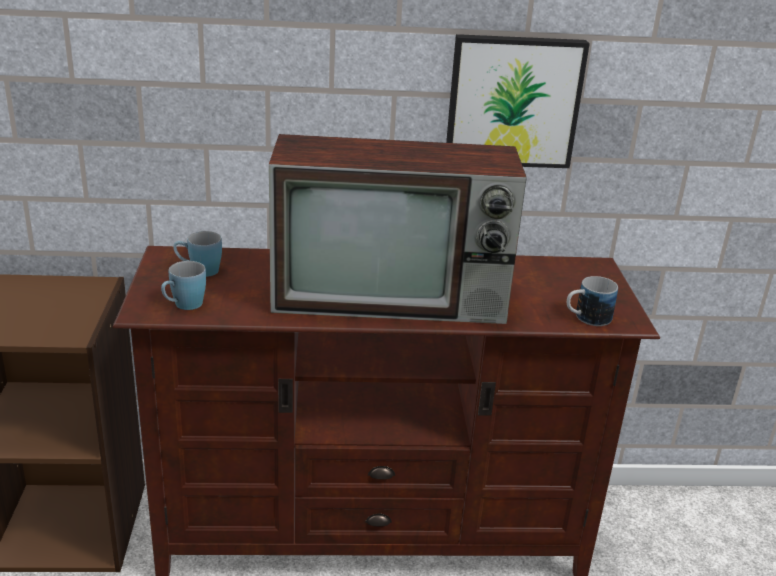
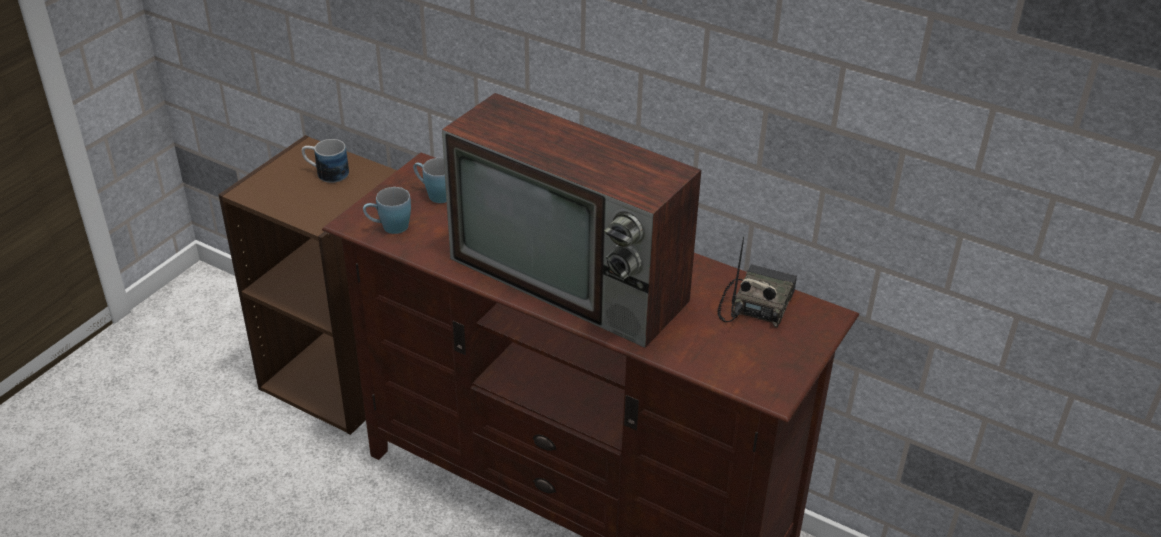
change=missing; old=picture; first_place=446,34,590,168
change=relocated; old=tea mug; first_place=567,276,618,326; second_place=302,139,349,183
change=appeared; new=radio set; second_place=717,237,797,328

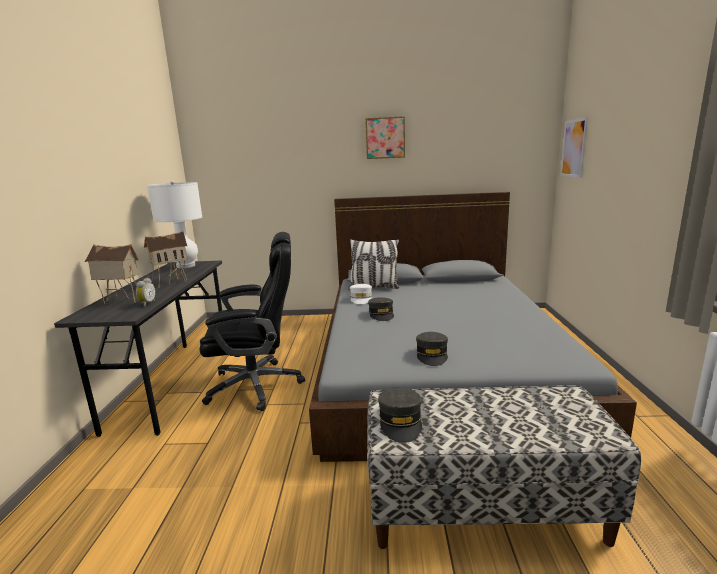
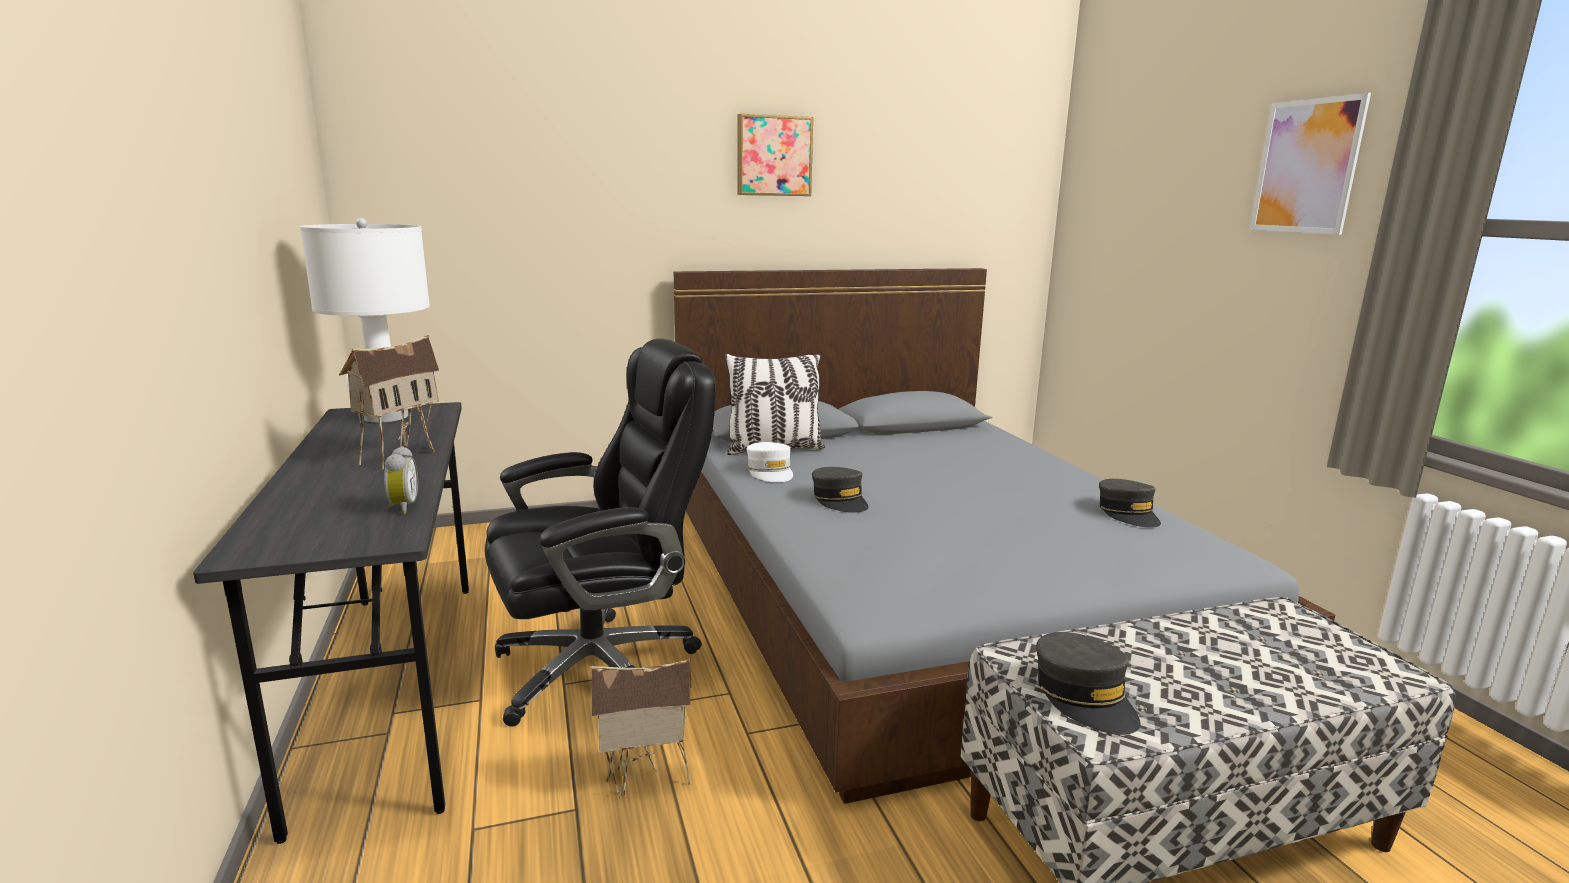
change=relocated; old=picture; first_place=560,117,588,178; second_place=1250,93,1371,235
change=relocated; old=model house; first_place=85,244,139,304; second_place=591,659,692,798
change=relocated; old=cap/grey; first_place=416,332,448,366; second_place=1099,479,1161,527

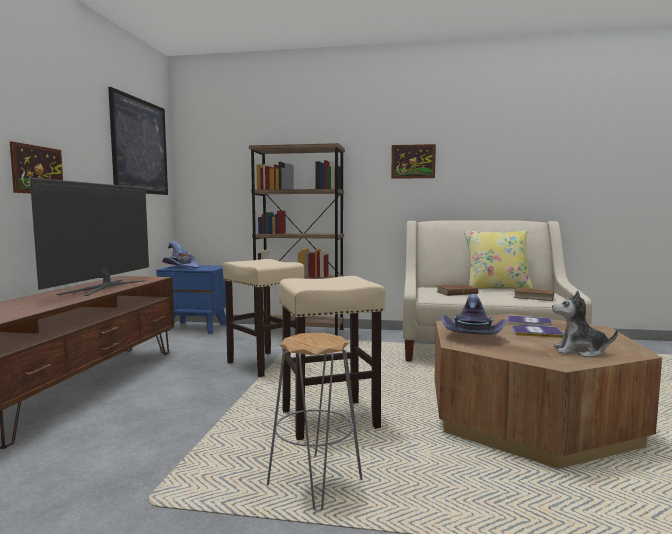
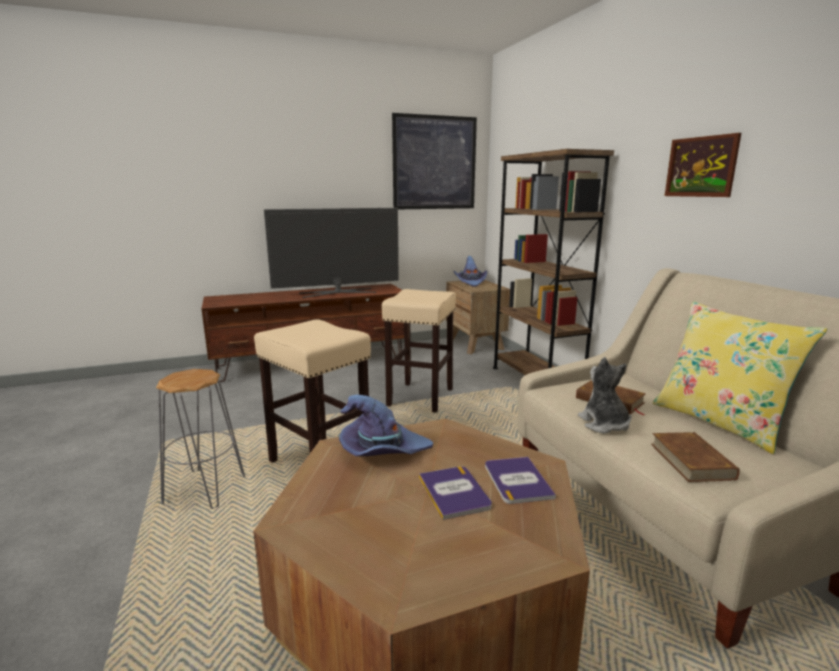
change=missing; old=picture; first_place=10,141,63,193
change=colour; old=night table/blue-coloured; new=night table/brown-coloured; first_place=156,265,226,334; second_place=446,280,510,354
change=relocated; old=cuddly toy; first_place=552,291,618,357; second_place=578,357,632,433

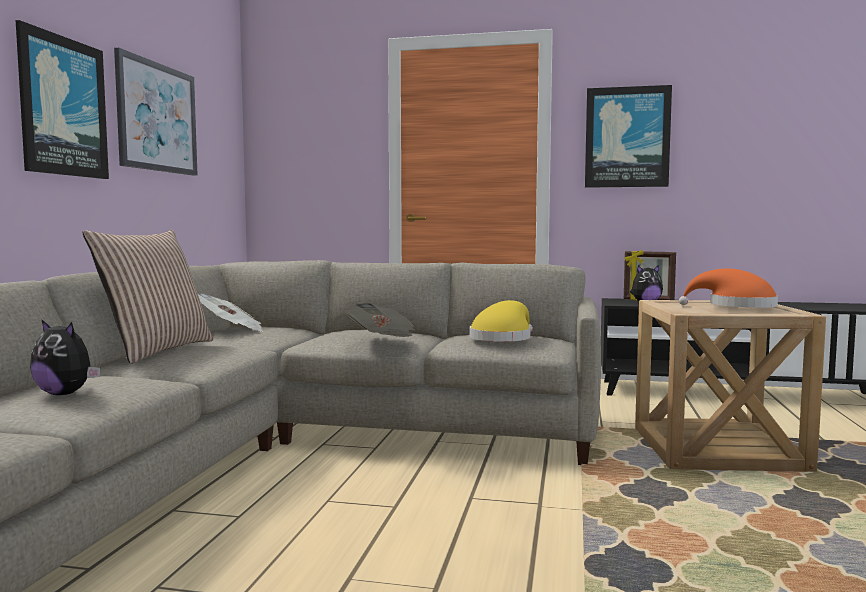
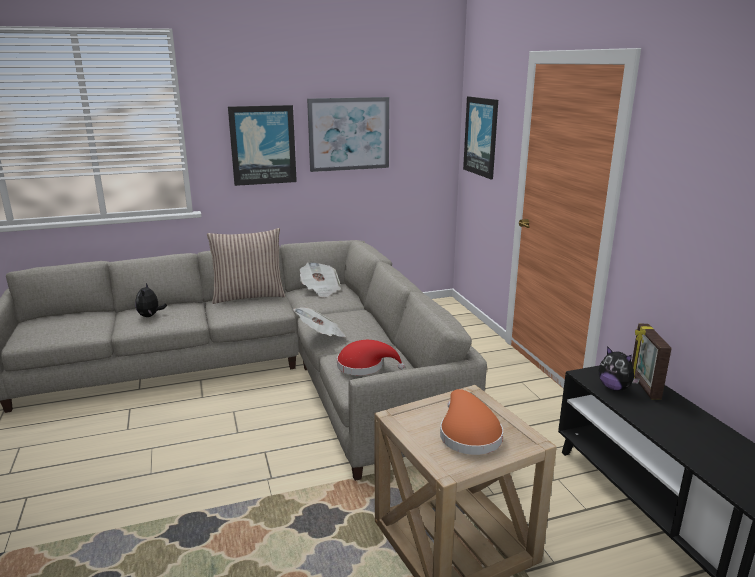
change=relocated; old=picture; first_place=585,85,672,188; second_place=463,96,498,179
change=colour; old=wearable hat/yellow-coloured; new=wearable hat/reddish; first_place=470,300,533,342; second_place=337,340,405,375

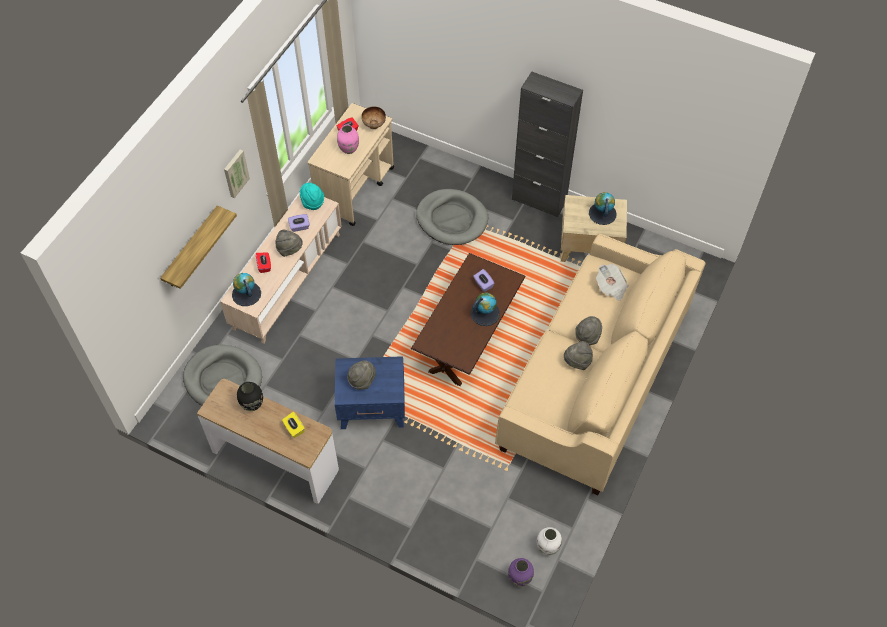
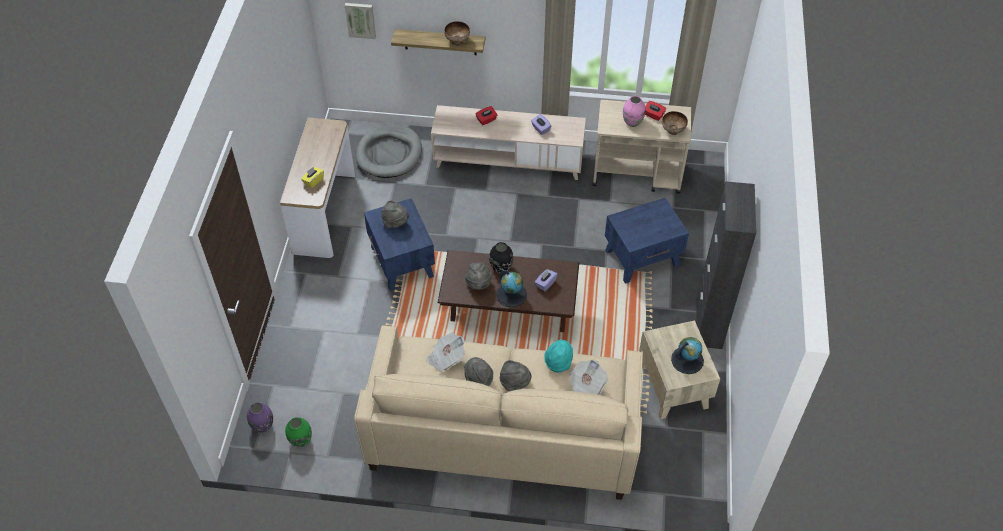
change=relocated; old=picture; first_place=224,150,250,198; second_place=345,3,376,39
change=relocated; old=wearable hat/turquoise-coloured; first_place=300,183,324,210; second_place=544,340,573,372
change=exchanged; old=dog bed/grey; new=end table/blue-coloured; first_place=416,189,488,245; second_place=605,198,689,284
change=relocated; old=wearable hat/grey; first_place=276,230,303,257; second_place=465,262,492,290
change=missing; old=desk globe; first_place=232,273,261,306
change=relocated; old=vase/black; first_place=237,382,263,411; second_place=489,242,513,273
change=colour; old=vase/white; new=vase/green; first_place=537,527,562,555; second_place=285,417,312,447
change=appeared; new=bowl; second_place=444,21,470,45
change=appeared; new=daily paper; second_place=426,333,465,373

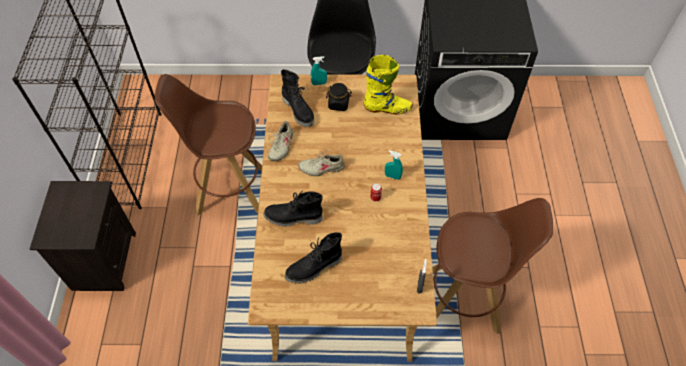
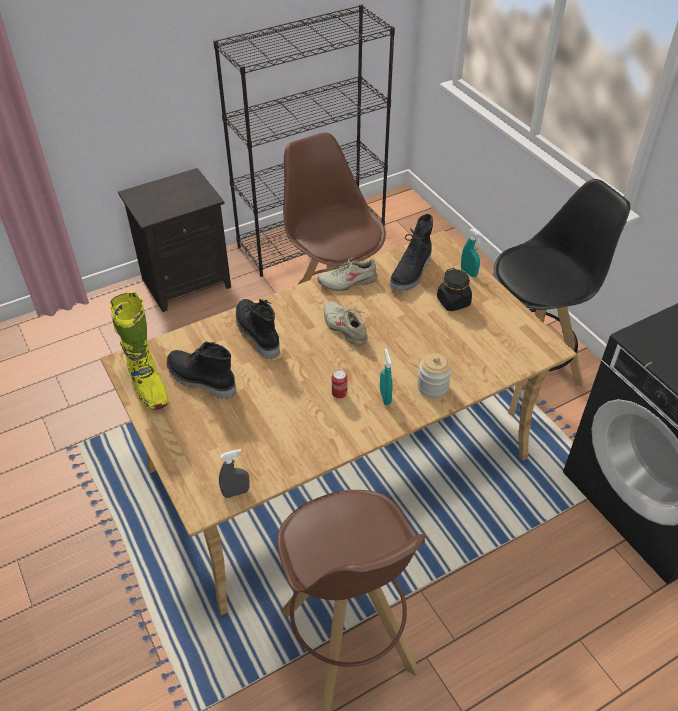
change=relocated; old=boot/yellow-coloured; first_place=363,55,413,115; second_place=110,292,168,410
change=appeared; new=storage jar; second_place=417,353,452,398

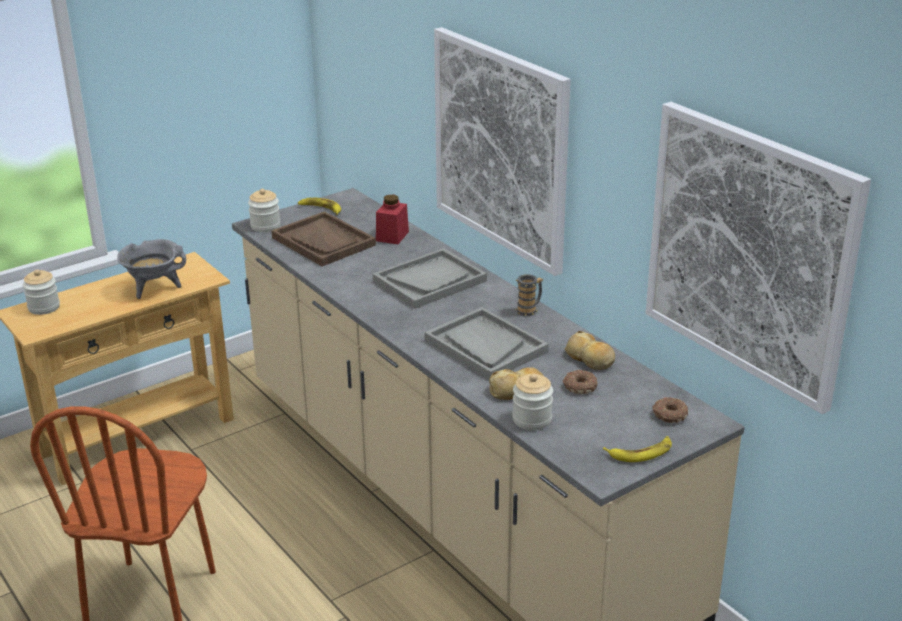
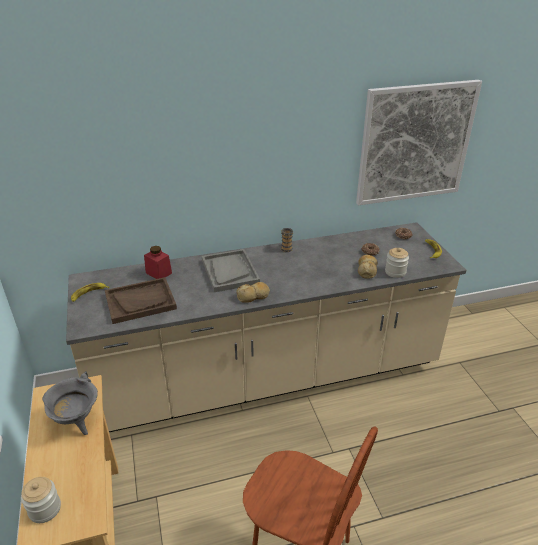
change=missing; old=picture; first_place=434,27,571,276
change=missing; old=storage jar; first_place=248,189,280,232
change=missing; old=tray/grey; first_place=425,307,549,379
change=relocated; old=bakery bread; first_place=565,331,615,370; second_place=236,282,270,303

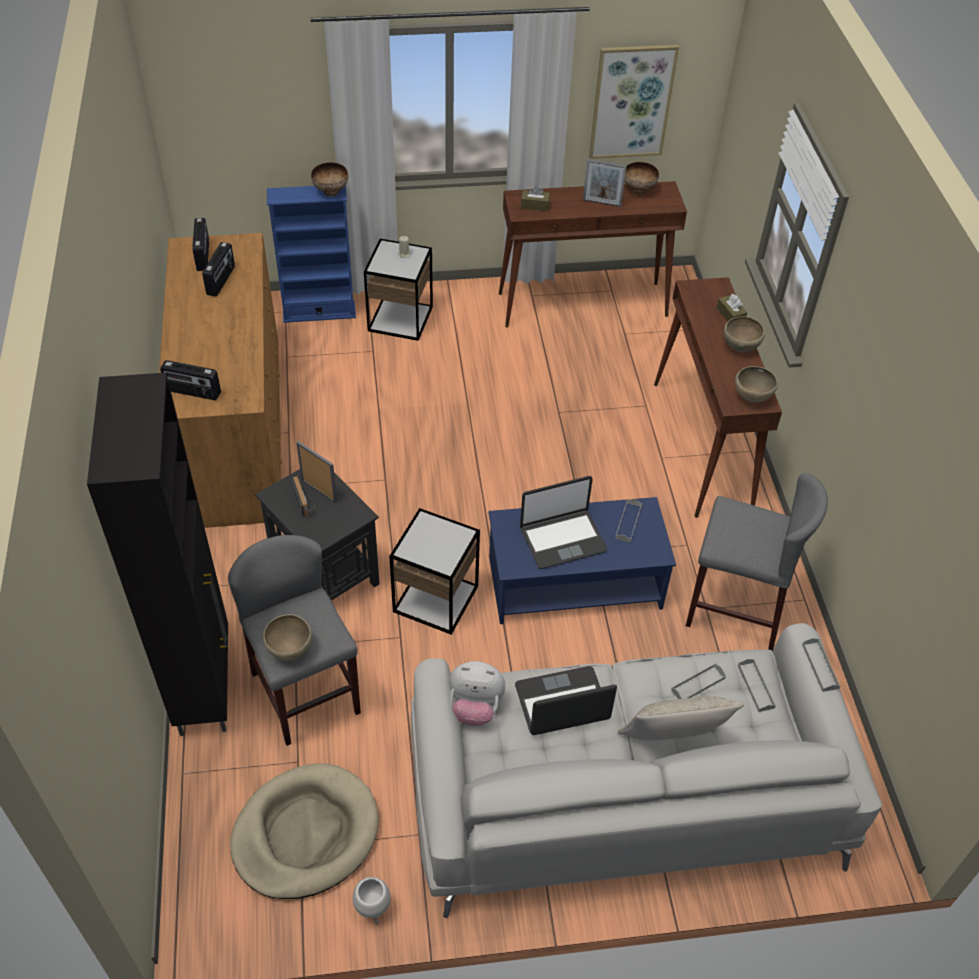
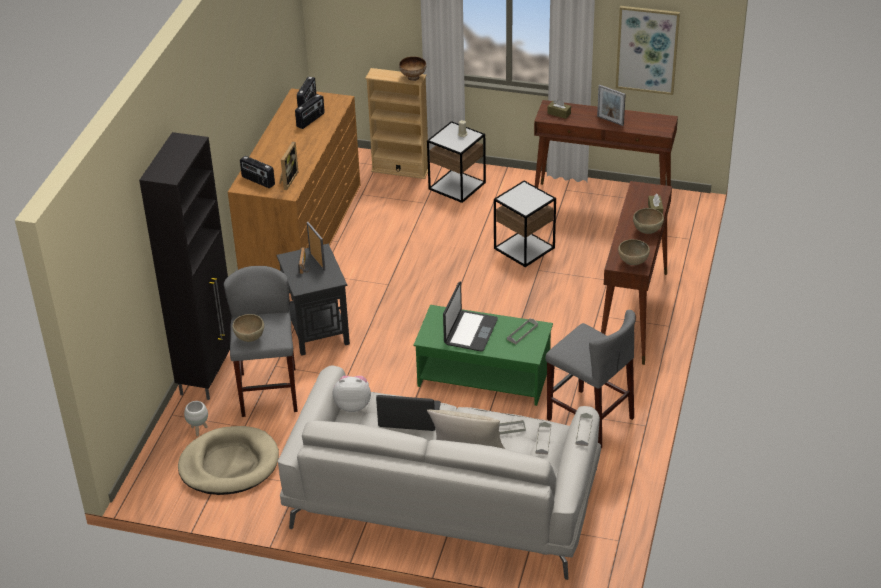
change=missing; old=bowl; first_place=625,162,659,195
change=colour; old=shelving unit/blue-coloured; new=shelving unit/sand-coloured; first_place=267,185,356,323; second_place=365,68,428,179
change=spun; old=laptop; first_place=520,476,607,569; second_place=443,281,498,352; degrees=-75
change=colour; old=lounge table/blue-coloured; new=lounge table/green; first_place=488,497,676,624; second_place=414,305,553,406
change=relocated; old=end table; first_place=389,508,480,635; second_place=494,181,556,267
change=spun; old=cuddly toy; first_place=449,661,505,726; second_place=332,376,371,412; degrees=150
change=relocated; old=planter/white; first_place=353,877,390,925; second_place=184,401,208,437
change=appeared; new=standing frame; second_place=279,142,298,190

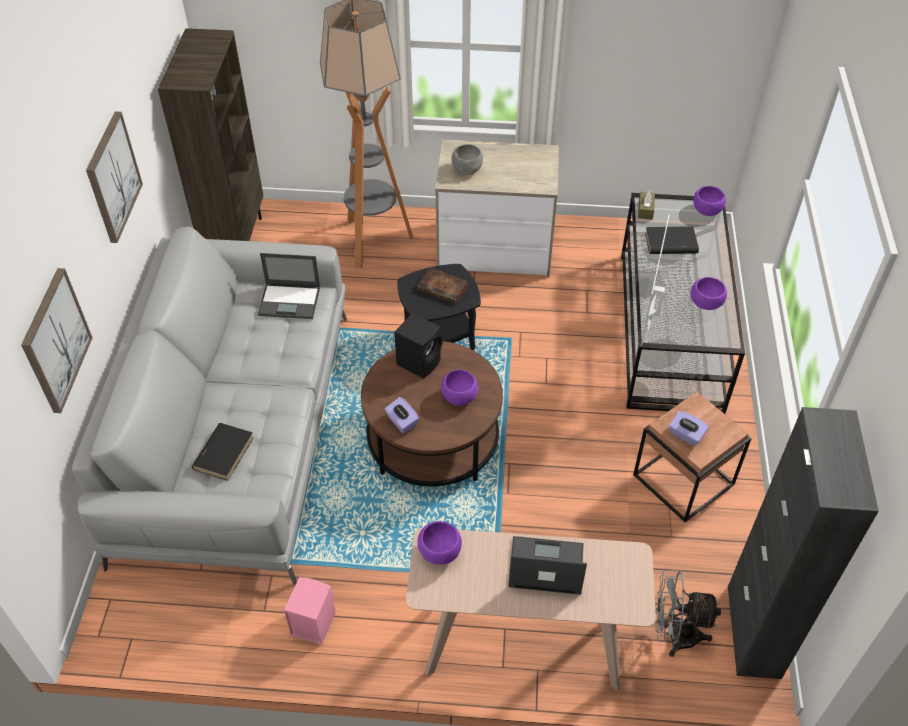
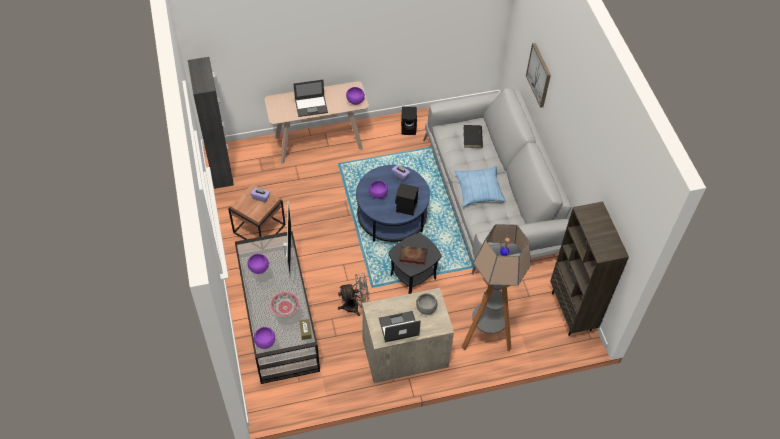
change=missing; old=picture; first_place=86,112,143,243
change=exchanged; old=bound book/black; new=bowl; first_place=645,226,699,254; second_place=270,292,299,317
change=relocated; old=laptop; first_place=258,253,320,319; second_place=379,311,421,342
change=colour; old=lounge table/brown-coloured; new=lounge table/blue-coloured; first_place=361,341,503,486; second_place=356,165,430,242
change=relocated; old=cooling fan/grey; first_place=655,570,721,657; second_place=338,273,370,316
change=colour; old=loudspeaker/pink; new=loudspeaker/black; first_place=284,577,336,645; second_place=401,107,417,135
change=appeared; new=throw pillow; second_place=455,166,506,207

